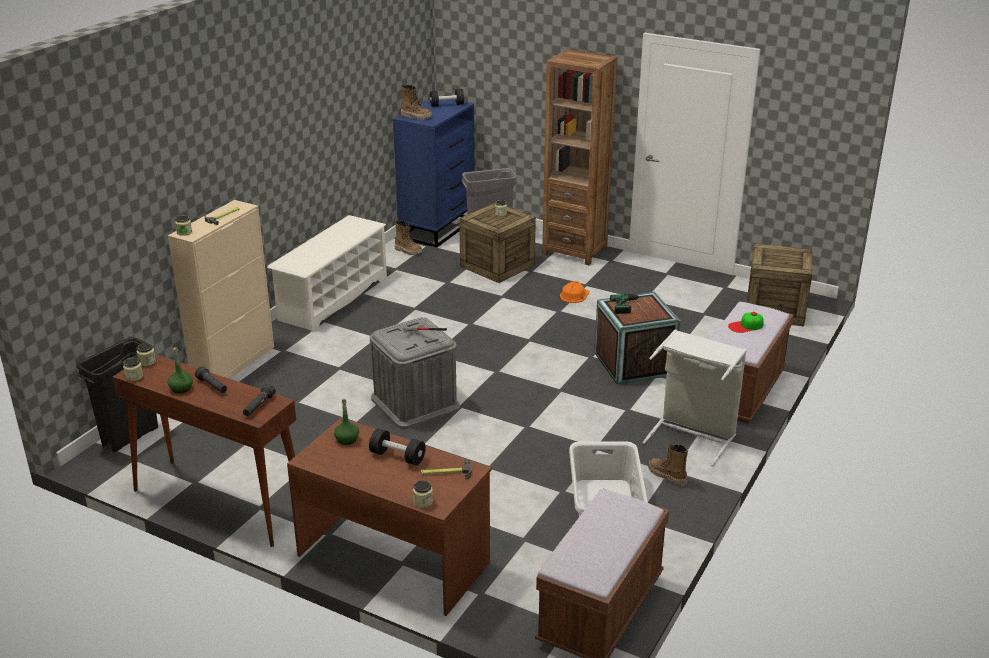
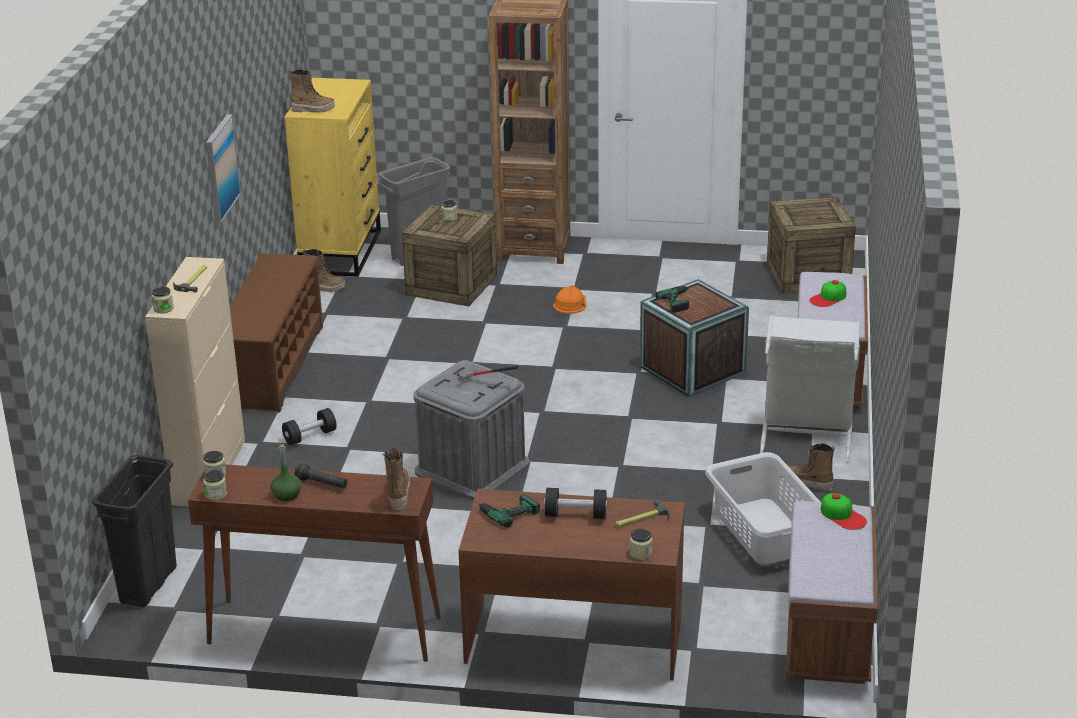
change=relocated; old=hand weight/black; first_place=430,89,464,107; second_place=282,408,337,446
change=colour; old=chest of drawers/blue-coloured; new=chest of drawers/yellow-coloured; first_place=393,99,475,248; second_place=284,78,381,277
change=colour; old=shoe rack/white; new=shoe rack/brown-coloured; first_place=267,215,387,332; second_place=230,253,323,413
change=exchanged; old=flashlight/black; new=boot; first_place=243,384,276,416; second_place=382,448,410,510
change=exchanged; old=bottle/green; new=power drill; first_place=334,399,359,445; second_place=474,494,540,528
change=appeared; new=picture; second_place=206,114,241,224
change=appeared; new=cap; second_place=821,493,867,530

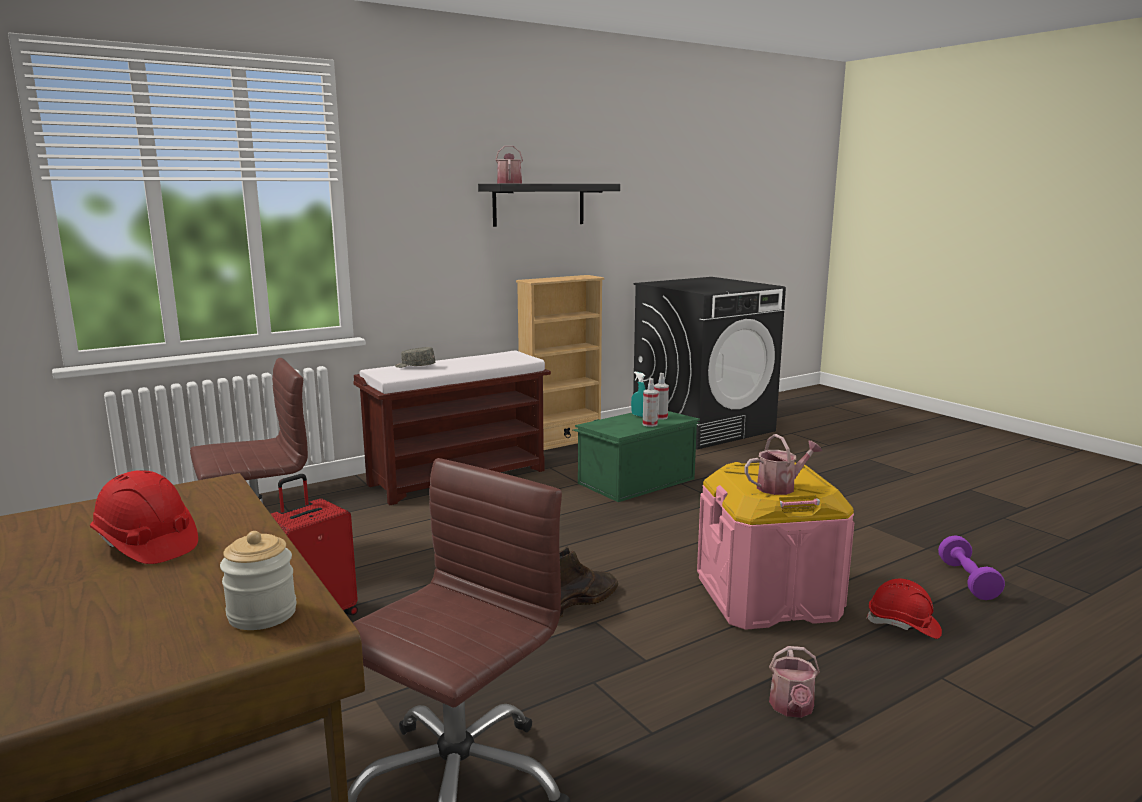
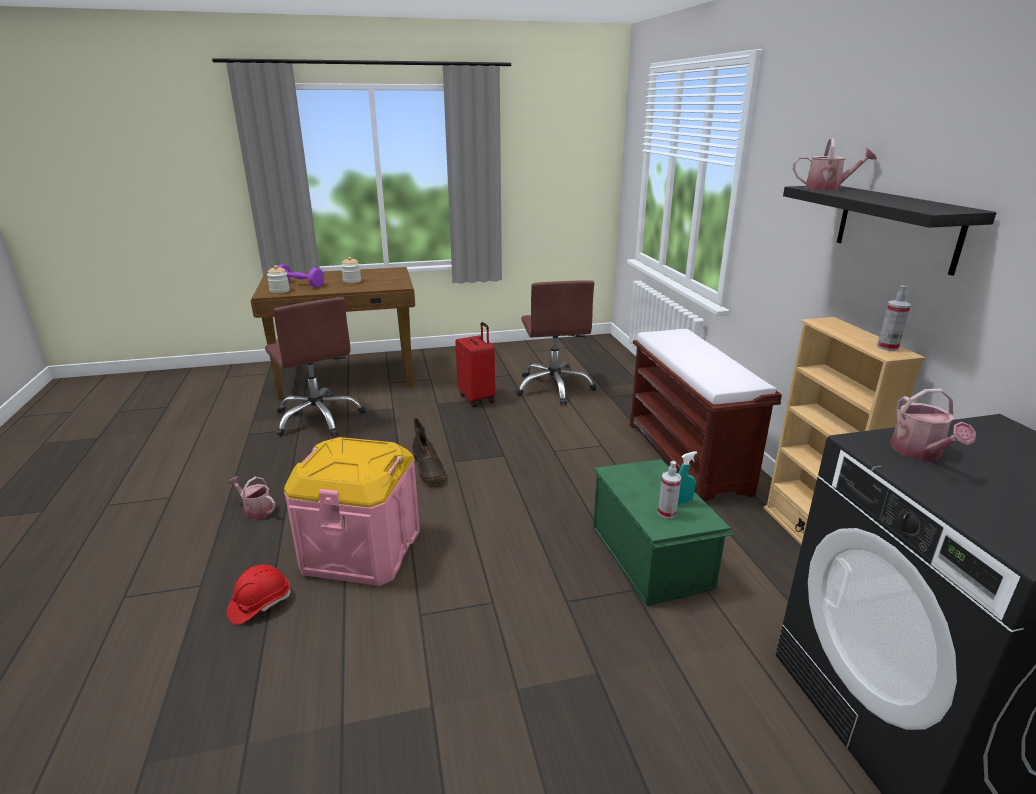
change=missing; old=cap/grey; first_place=395,347,435,368
change=relocated; old=sprayer; first_place=643,378,658,427; second_place=877,285,911,351
change=relocated; old=watering pot; first_place=745,434,822,495; second_place=890,389,976,461
change=exchanged; old=hard hat/reddish; new=storage jar; first_place=90,470,198,564; second_place=341,257,361,283
change=relocated; old=hand weight/purple; first_place=938,535,1005,600; second_place=278,264,324,287

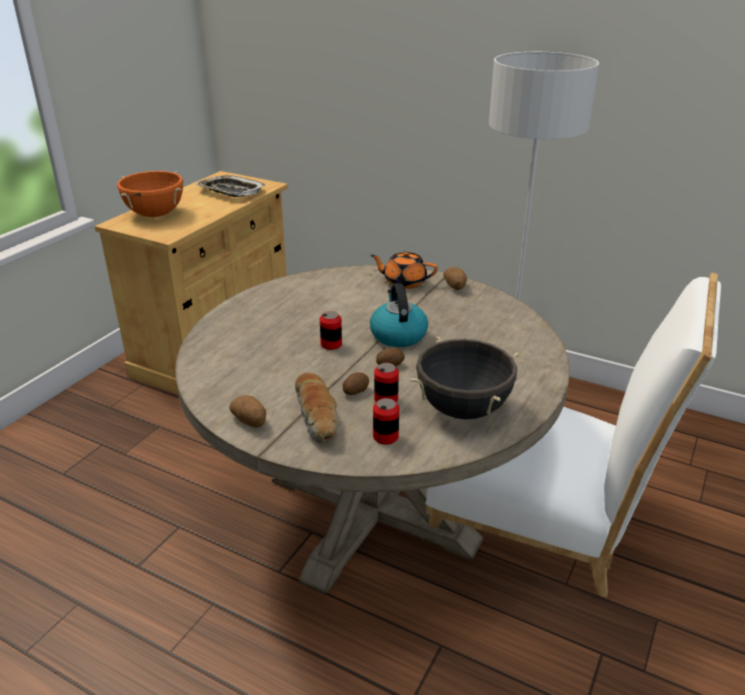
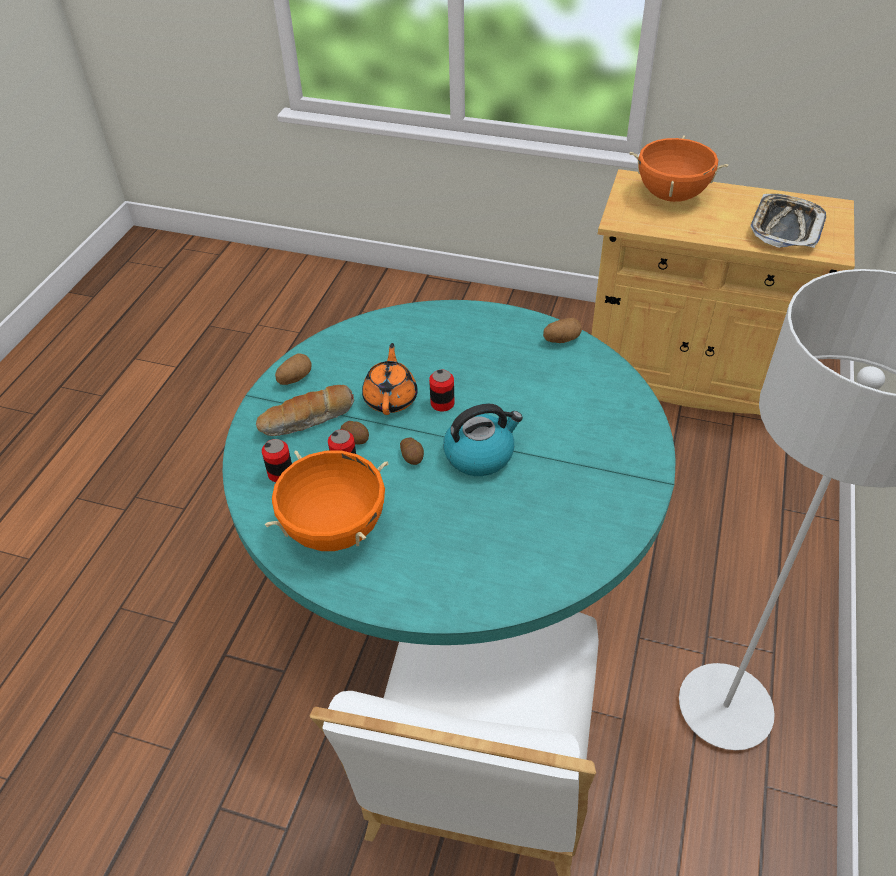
change=relocated; old=tea pot/orange; first_place=370,251,438,289; second_place=362,343,418,415
change=colour; old=dinner table/sand-coloured; new=dinner table/turquoise-coloured; first_place=175,265,570,595; second_place=223,300,676,645
change=relocated; old=spud; first_place=444,267,467,290; second_place=543,318,582,343
change=colour; old=cooking pot/black; new=cooking pot/orange; first_place=410,337,520,419; second_place=265,451,389,551

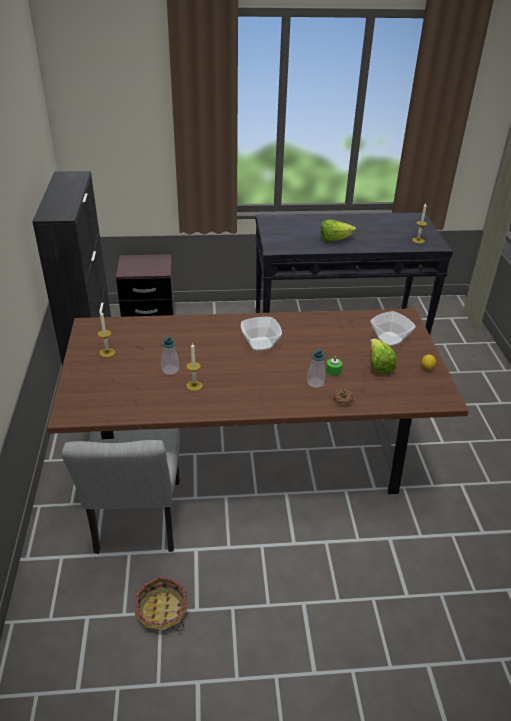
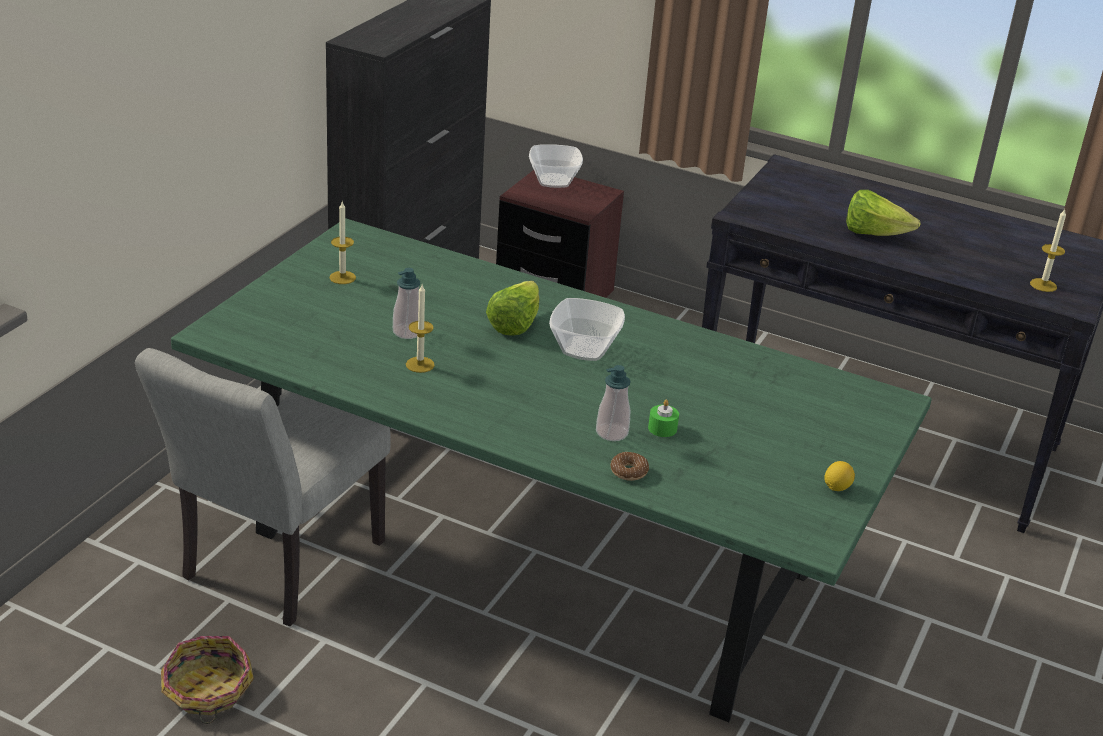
change=colour; old=dinner table/brown-coloured; new=dinner table/green; first_place=47,309,469,494; second_place=171,218,932,722
change=relocated; old=bowl; first_place=370,311,416,346; second_place=529,144,583,188
change=relocated; old=head of lettuce; first_place=370,339,397,374; second_place=486,281,539,336

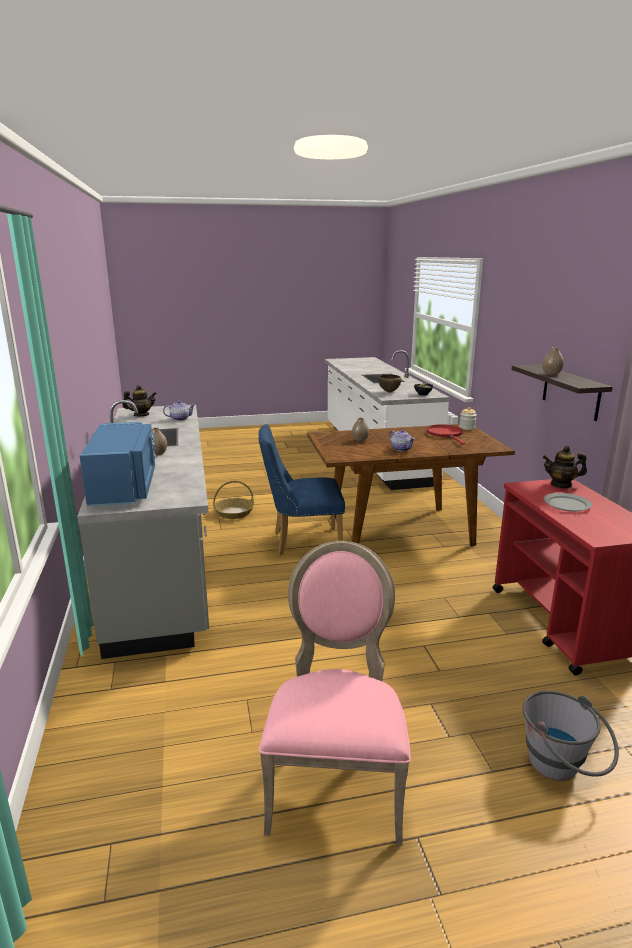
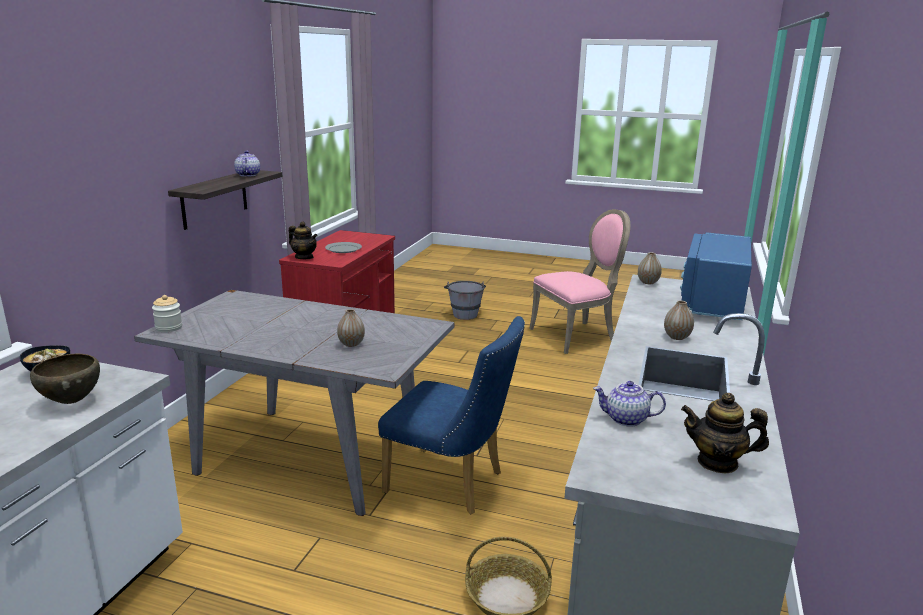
change=relocated; old=vase; first_place=542,347,564,375; second_place=638,252,662,284
change=colour; old=dinner table/brown-coloured; new=dinner table/grey; first_place=307,424,515,546; second_place=134,290,455,516
change=missing; old=skillet/reddish; first_place=426,424,465,445
change=relocated; old=tea pot; first_place=389,429,415,451; second_place=234,151,260,177
change=spun; old=plain chair/pink; first_place=259,541,411,846; second_place=529,209,630,354; degrees=-150

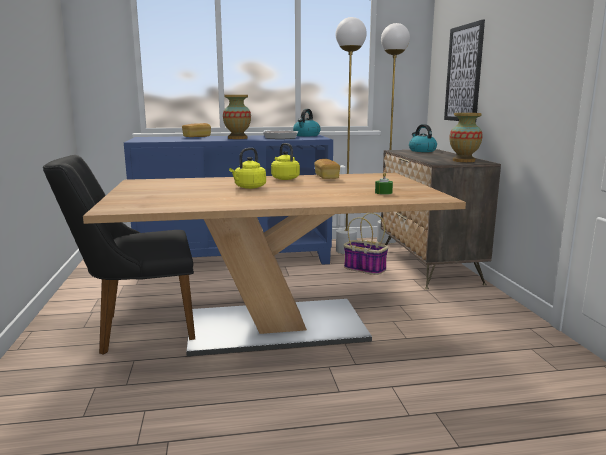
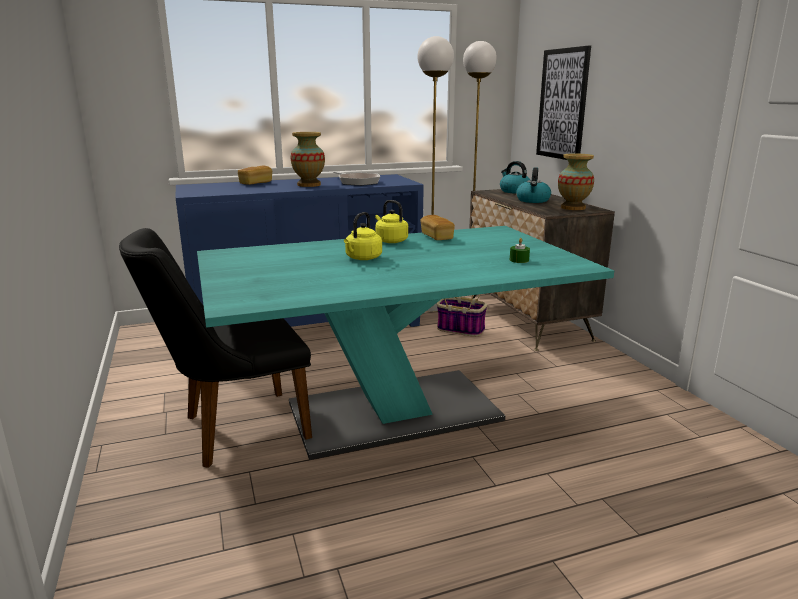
change=relocated; old=tea kettle; first_place=293,109,321,136; second_place=516,168,551,203
change=colour; old=dinner table/brown-coloured; new=dinner table/turquoise-coloured; first_place=83,173,466,356; second_place=197,226,614,460

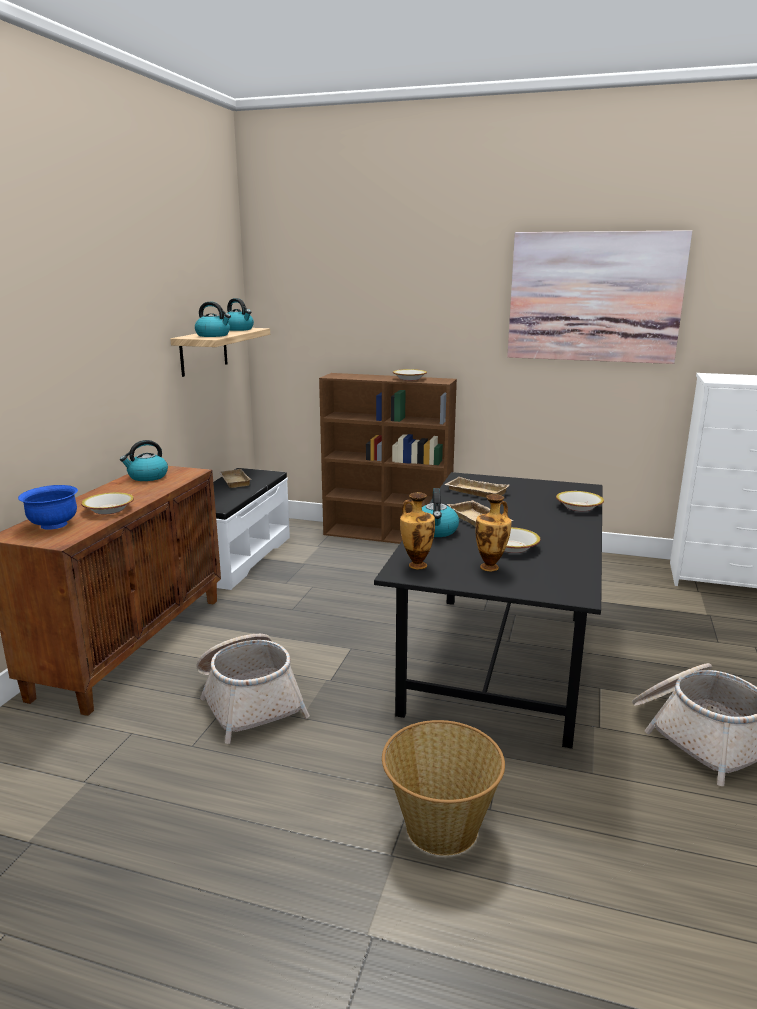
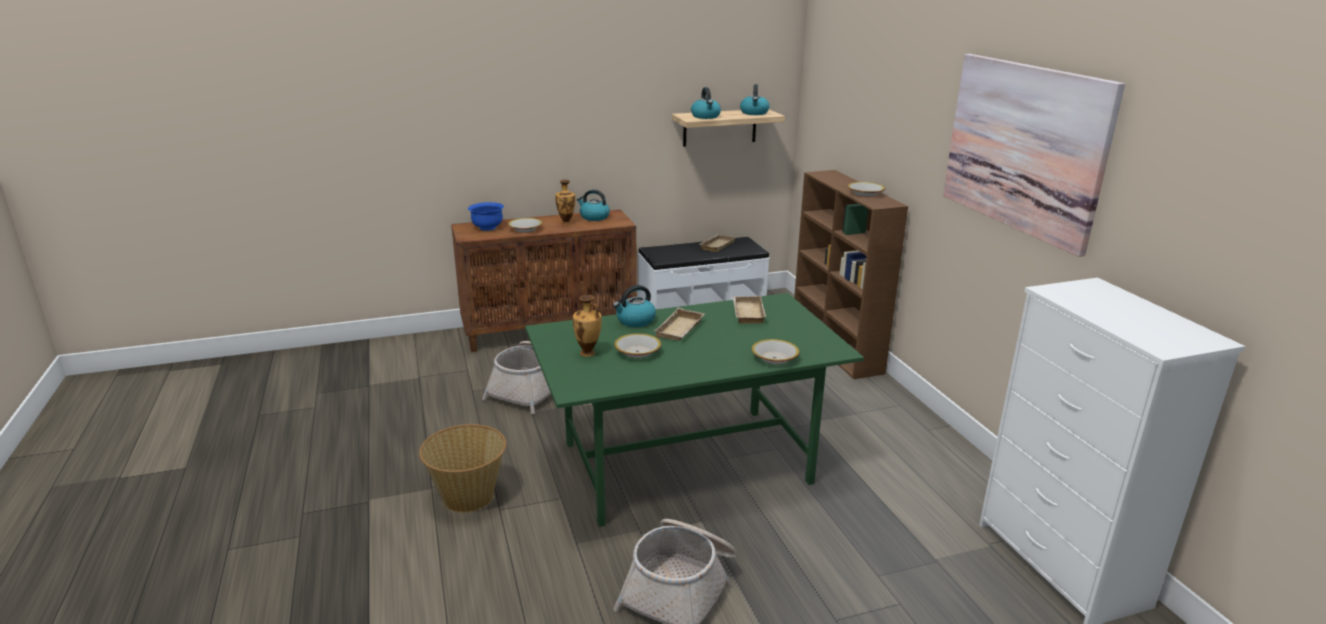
change=colour; old=dinner table/black; new=dinner table/green; first_place=374,472,602,749; second_place=525,293,864,527
change=relocated; old=vase; first_place=400,492,435,569; second_place=555,180,576,225

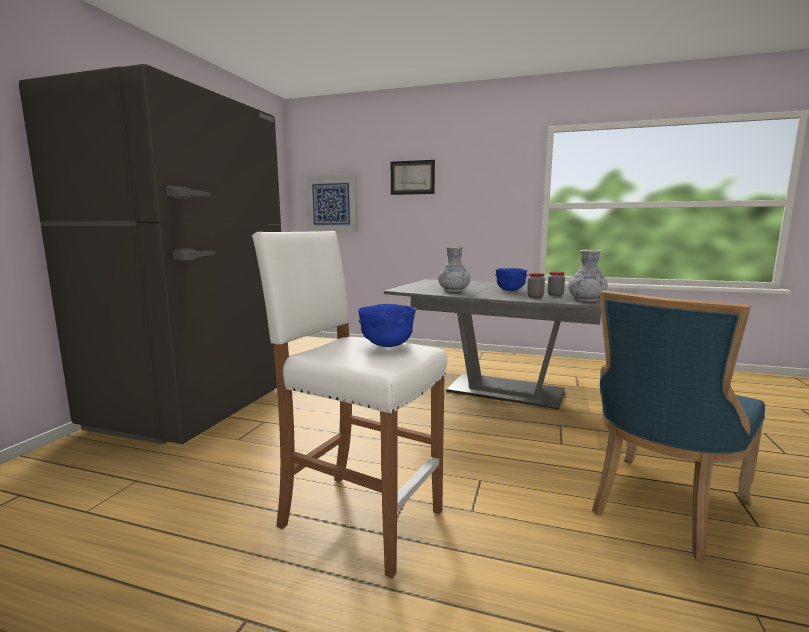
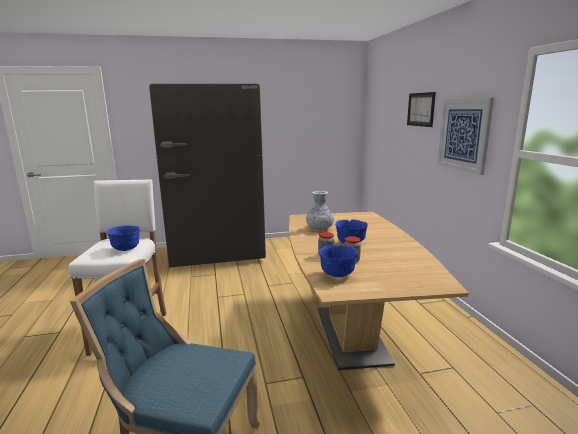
change=relocated; old=picture; first_place=305,174,358,232; second_place=437,98,494,175
change=exchanged; old=vase; new=bowl/blue-coloured; first_place=568,250,608,301; second_place=319,245,358,277
change=colour; old=dinner table/grey; new=dinner table/brown-coloured; first_place=384,279,637,409; second_place=289,212,469,370

